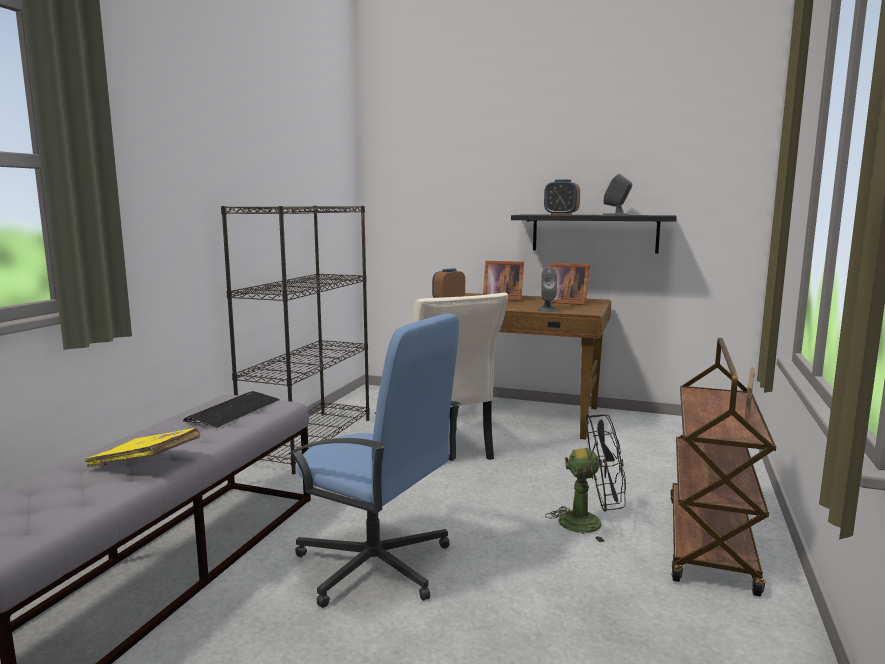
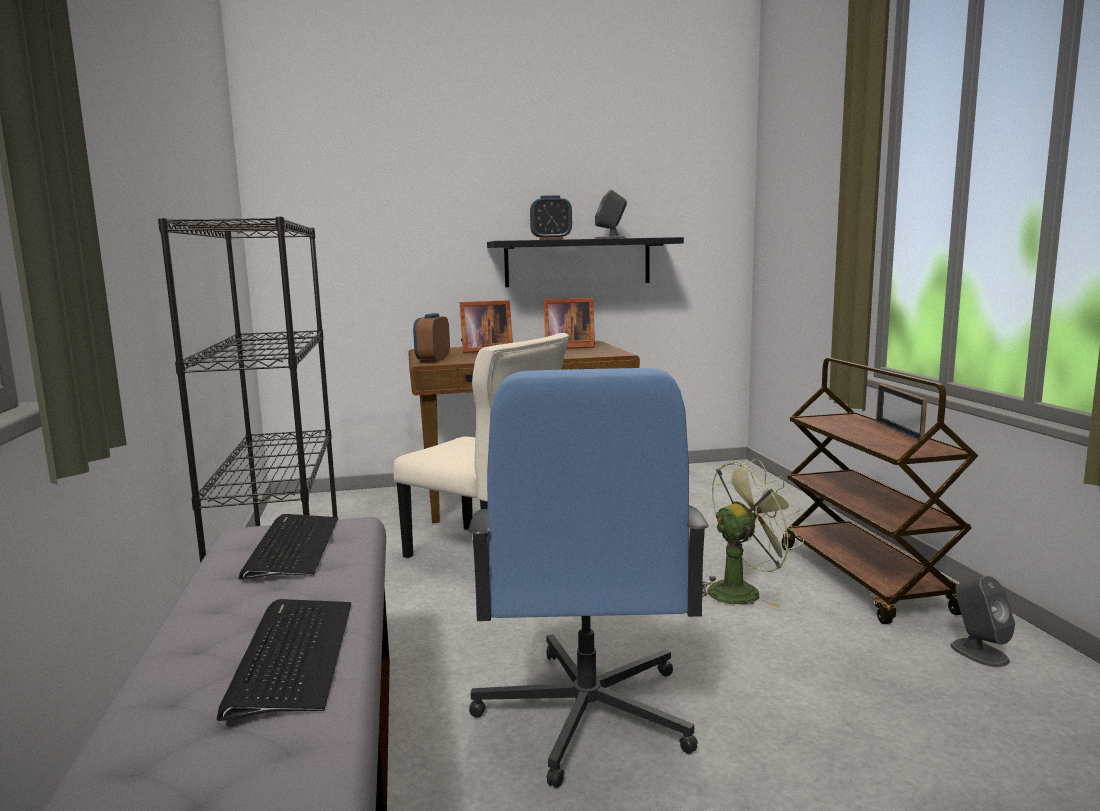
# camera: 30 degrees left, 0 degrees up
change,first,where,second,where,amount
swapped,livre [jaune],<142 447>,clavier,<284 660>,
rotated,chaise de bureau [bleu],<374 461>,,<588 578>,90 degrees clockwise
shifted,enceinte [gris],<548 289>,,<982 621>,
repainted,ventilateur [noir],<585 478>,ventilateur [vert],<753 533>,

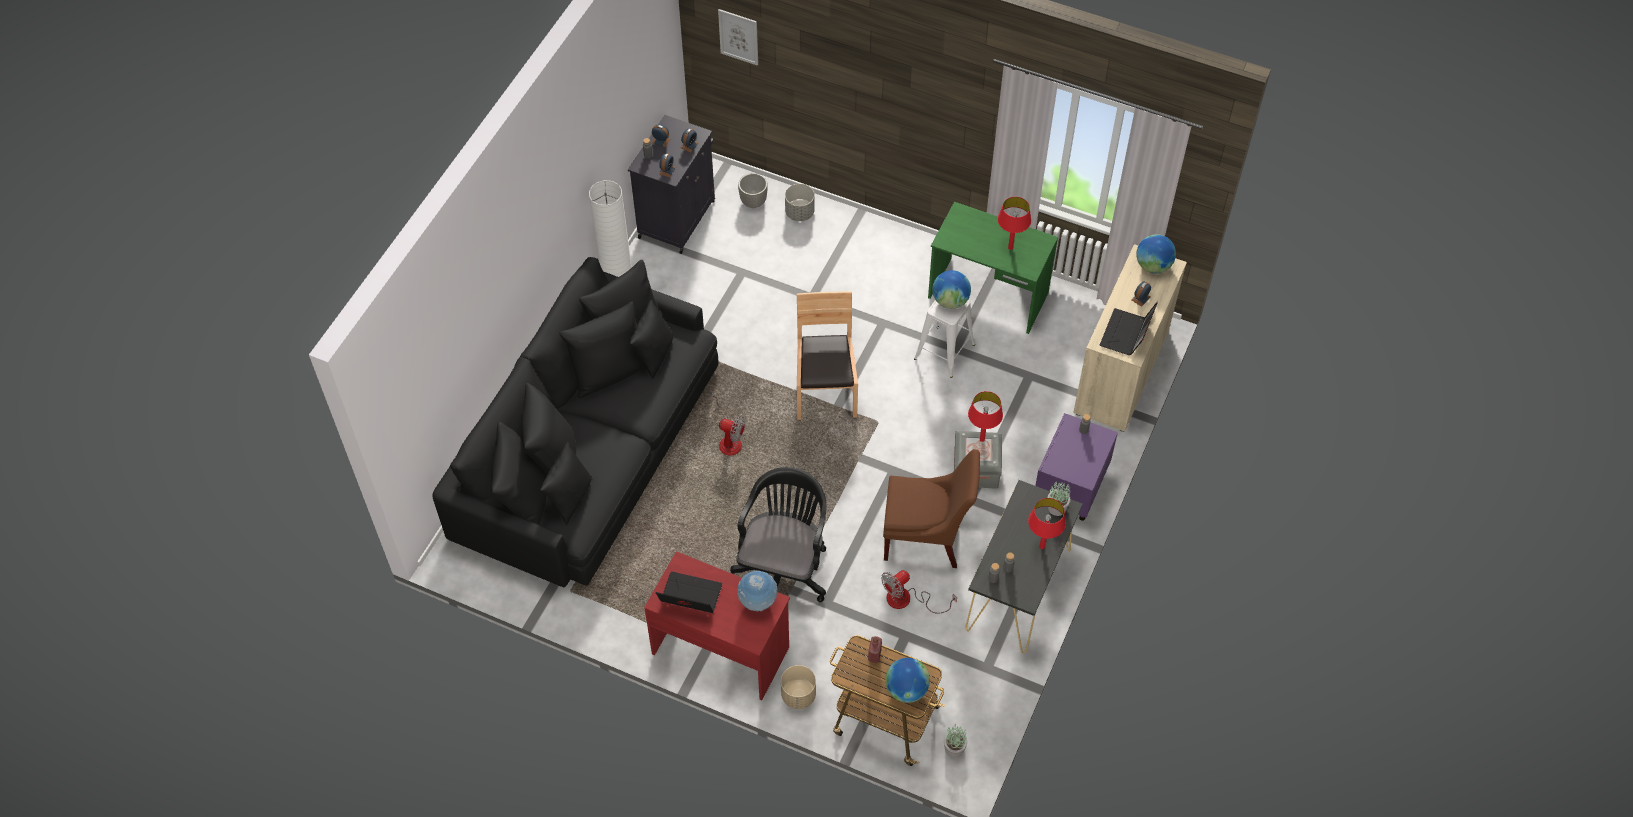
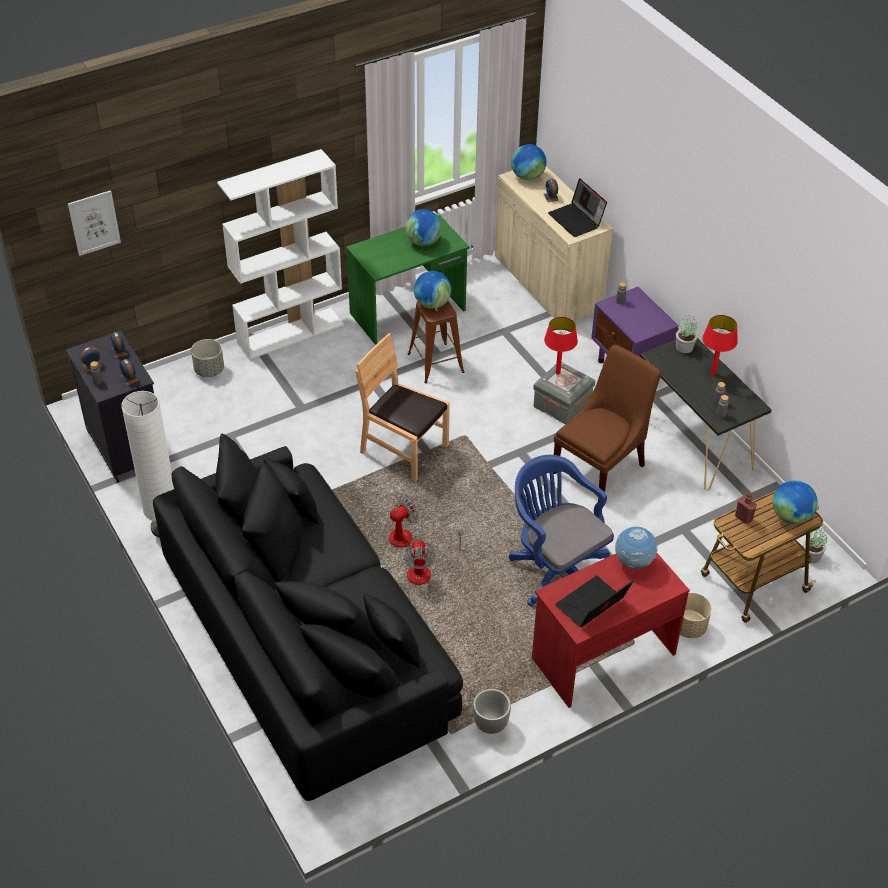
# camera: 55 degrees left, 10 degrees down
change,first,where,second,where,amount
repainted,chaise de bureau [noir],<778 534>,chaise de bureau [bleu],<561 530>,
shifted,cache-pot,<753 190>,,<492 711>,
shifted,ventilateur,<919 592>,,<433 557>,
repainted,tabouret [blanc],<944 339>,tabouret [marron],<436 342>,
swapped,lampe de table [rouge],<1014 223>,globe,<423 227>,
new,,,bibliothèque [blanc],<280 254>,

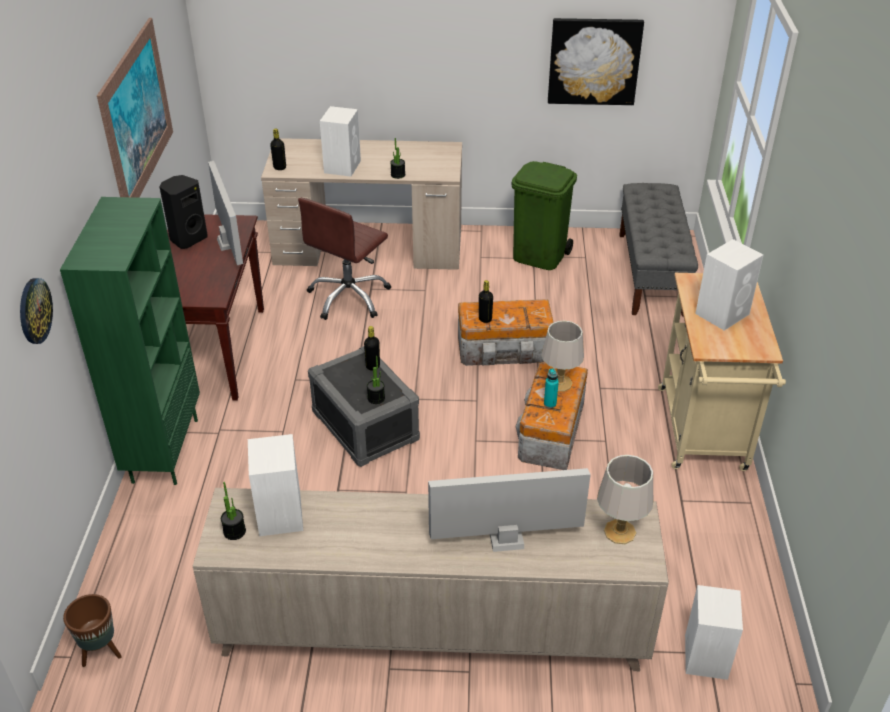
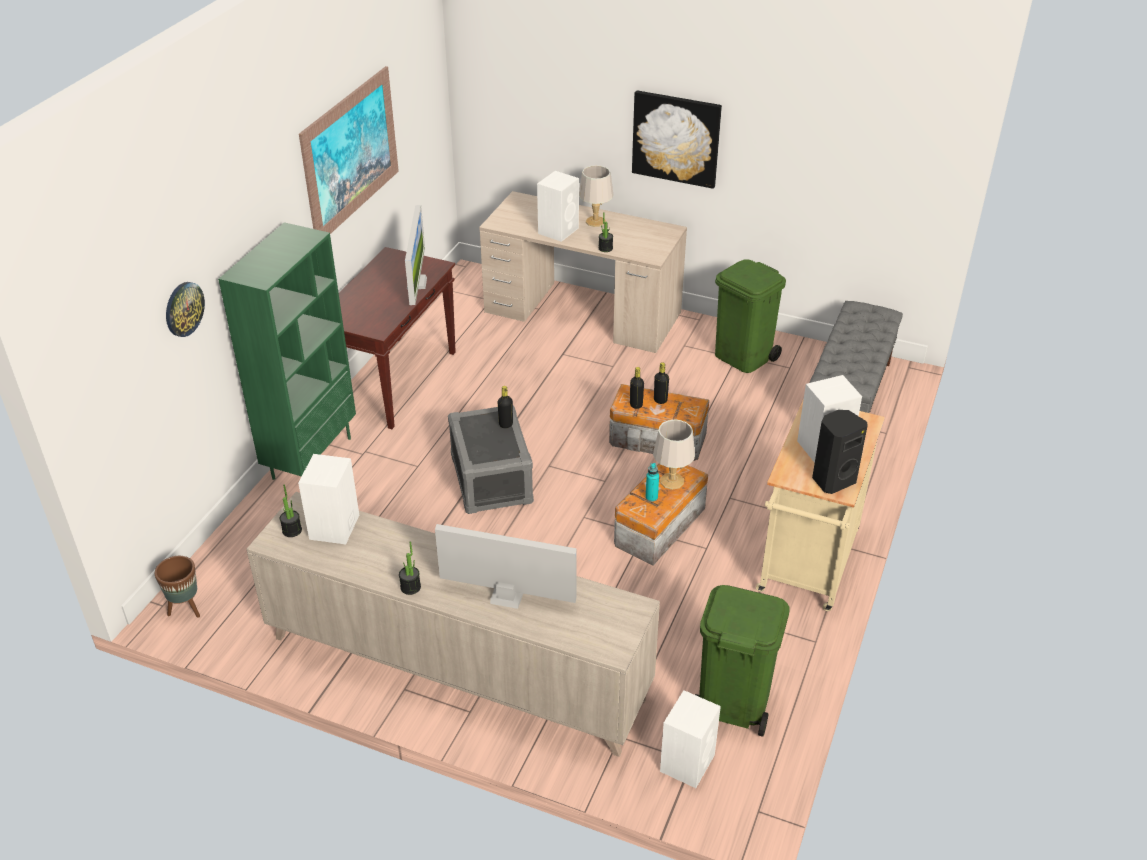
# camera: 20 degrees right, 0 degrees up
change,first,where,second,where,amount
shifted,enceinte [noir],<183 212>,,<839 452>,
shifted,bouteille [noir],<278 149>,,<661 383>,
gone,chaise de bureau [marron],<344 259>,,,
shifted,plante en pot,<376 380>,,<410 568>,
shifted,tableau,<596 61>,,<677 139>,
shifted,lampe de table [gris],<625 499>,,<596 196>,
new,,,poubelle [vert],<742 661>,

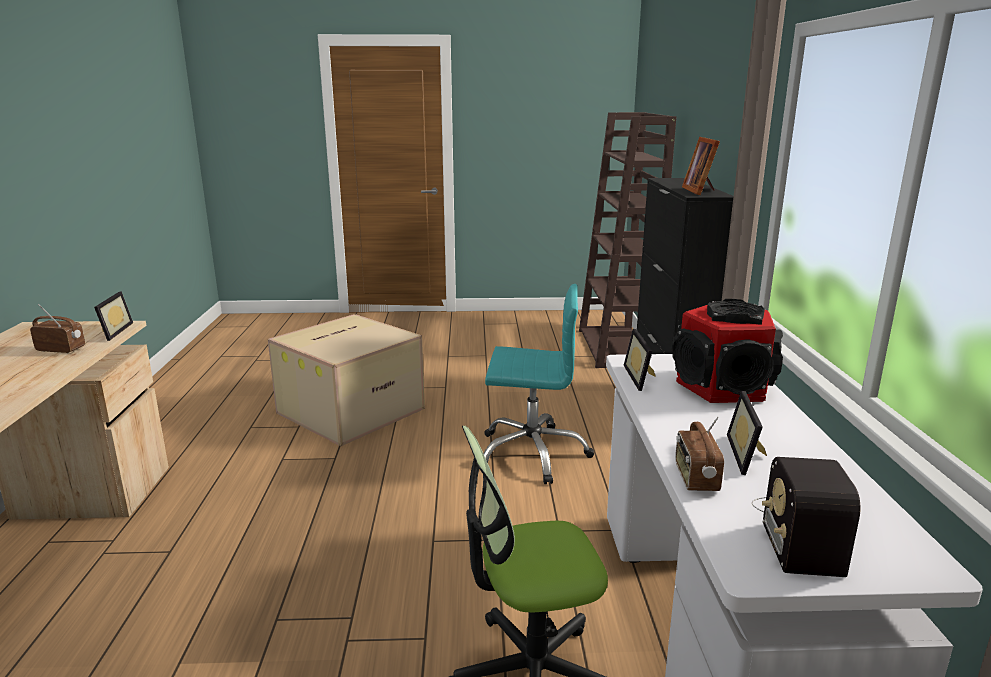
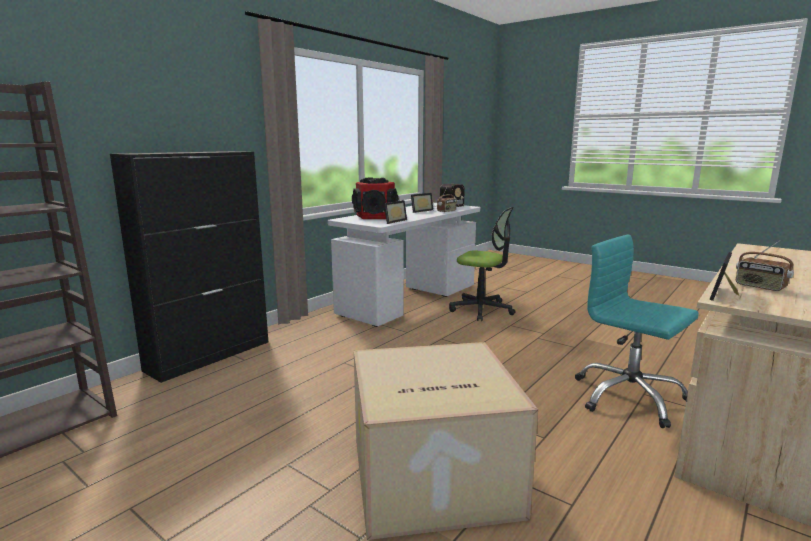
# camera: 140 degrees left, 5 degrees down
change,first,where,second,where,amount
shifted,chaise de bureau [turquoise],<538 384>,,<637 331>,
gone,cadre photo,<701 166>,,,

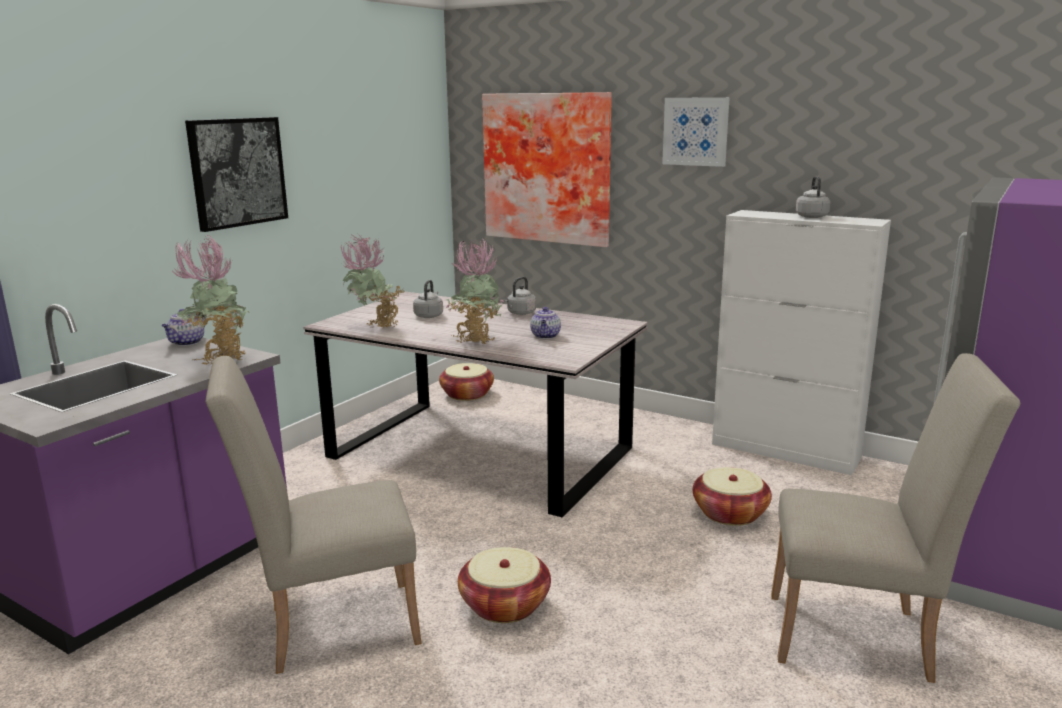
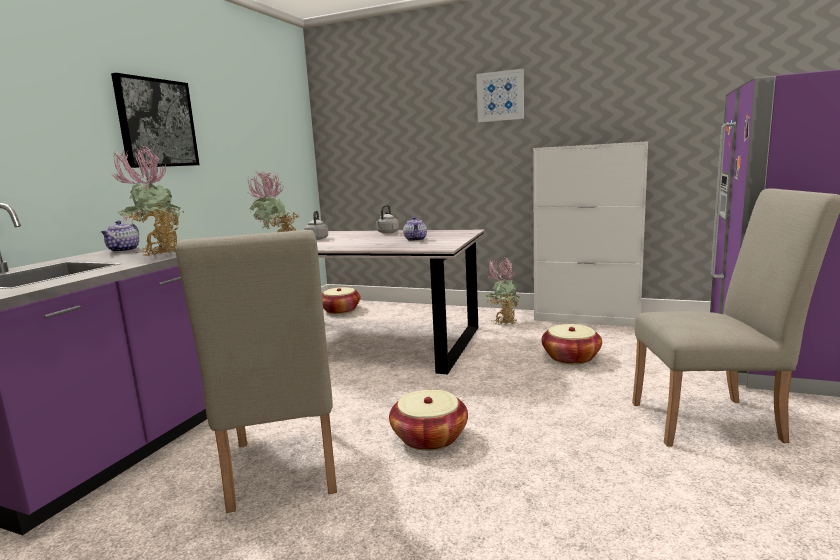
# camera: 10 degrees left, 5 degrees down
change,first,where,second,where,amount
rotated,chaise [beige],<314 515>,,<256 371>,75 degrees counterclockwise
shifted,plante en pot,<475 291>,,<503 290>,
gone,tableau,<547 169>,,,
gone,bouilloire [gris],<813 197>,,,

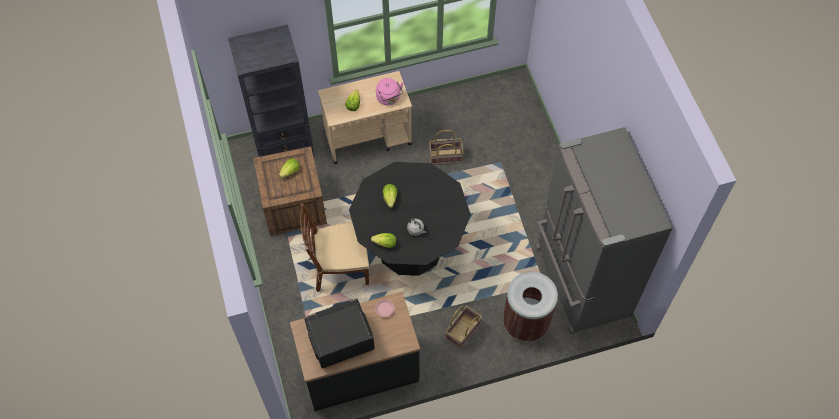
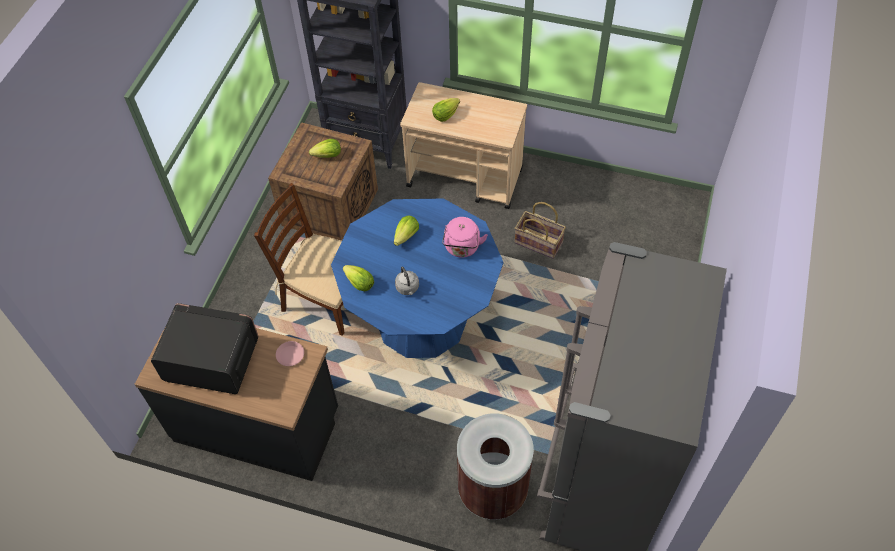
# camera: 35 degrees right, 5 degrees down
change,first,where,second,where,amount
repainted,table à manger [noir],<410 219>,table à manger [bleu],<417 278>,
shifted,bouilloire [rose],<389 91>,,<465 237>,
gone,panier,<463 327>,,,

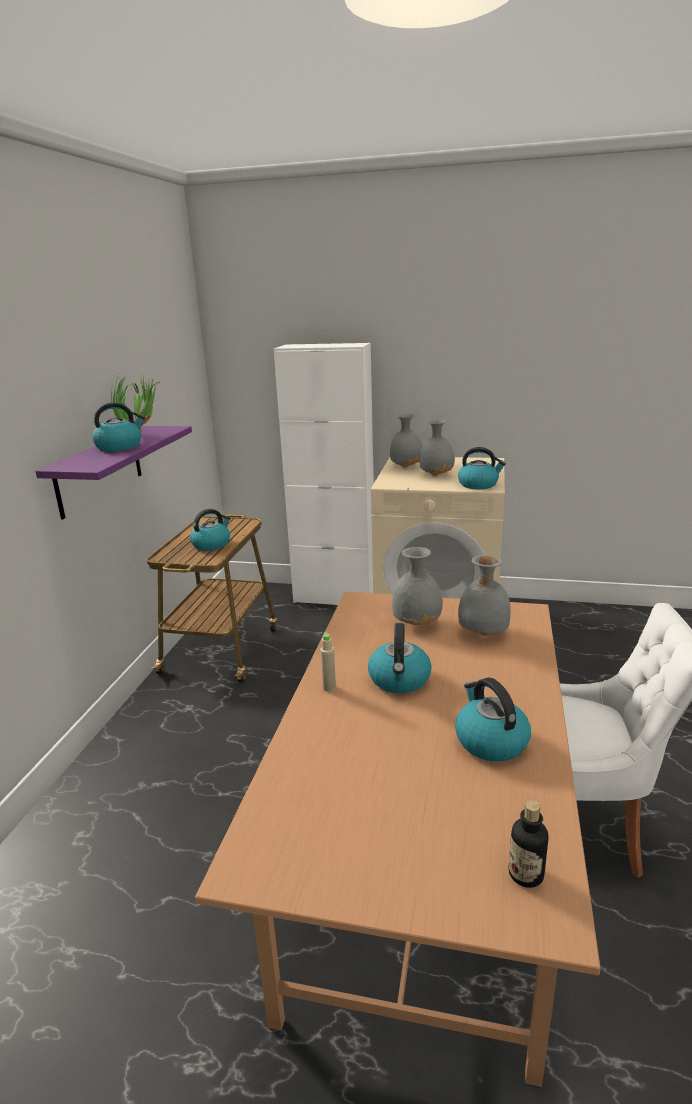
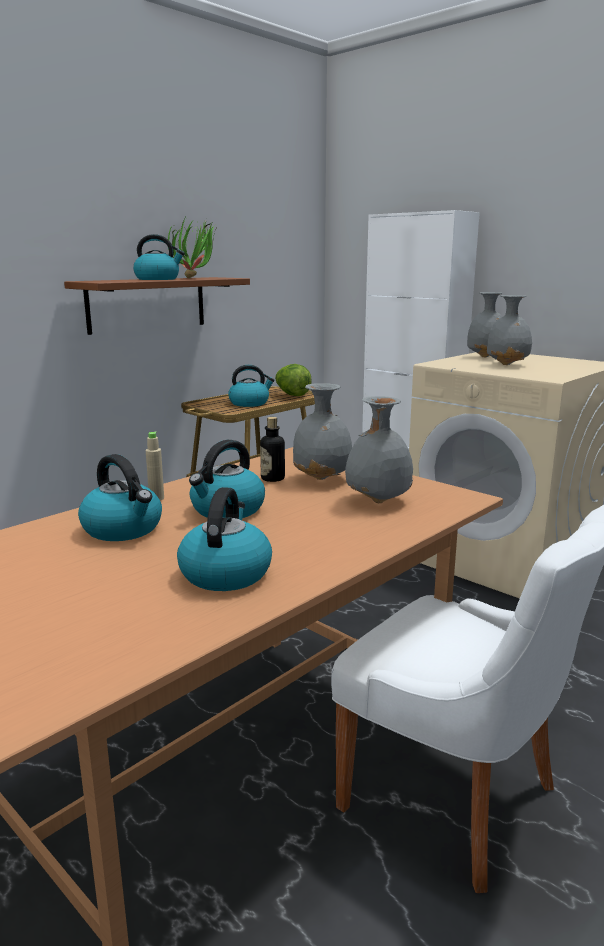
# camera: 30 degrees right, 5 degrees down
change,first,where,second,where,amount
repainted,étagère [violet],<113 472>,étagère [marron],<157 306>,
shifted,bouilloire,<482 468>,,<120 497>,
shifted,bouteille,<529 844>,,<272 449>,
new,,,laitue,<293 380>,

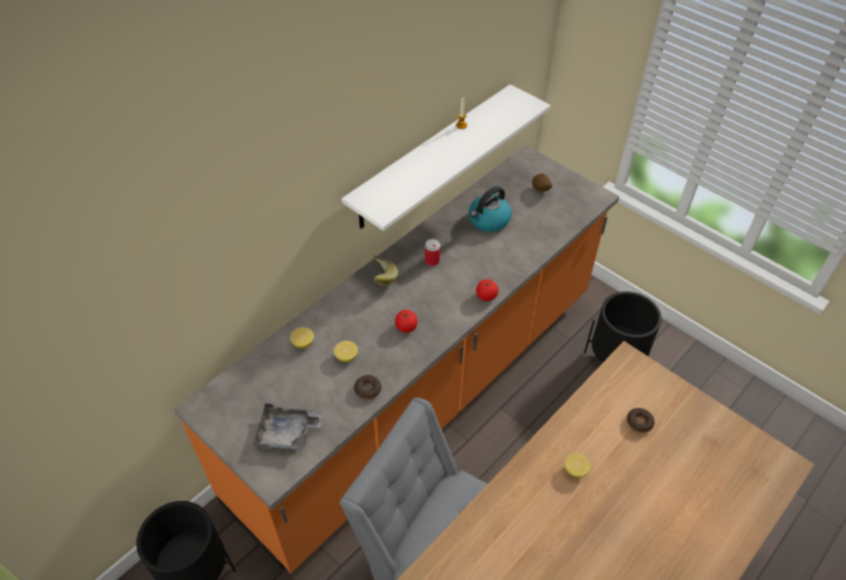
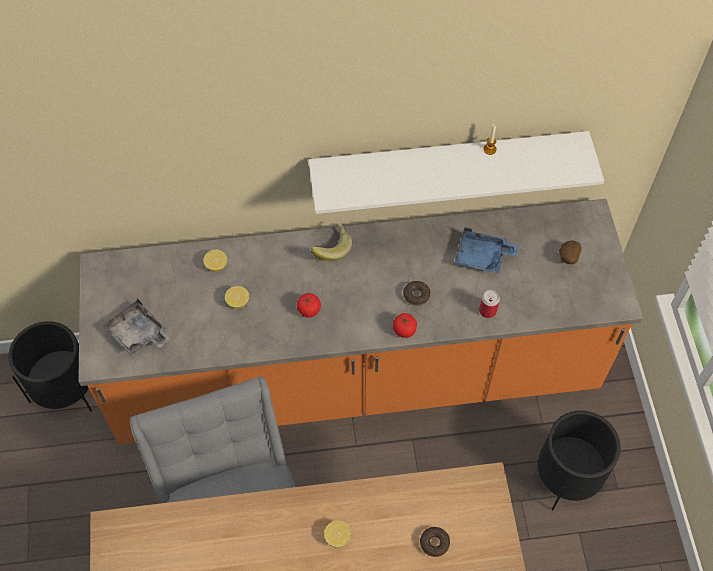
# camera: 40 degrees right, 10 degrees up
change,first,where,second,where,amount
shifted,beignet,<367 387>,,<416 293>,
shifted,boîte métallique,<433 252>,,<489 304>,
swapped,bouilloire,<490 209>,plateau [bleu],<486 250>,

